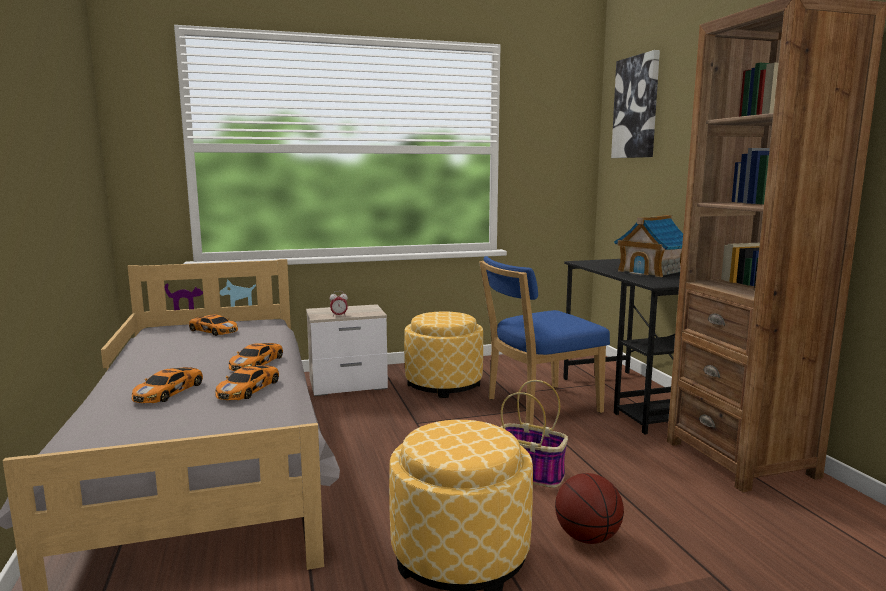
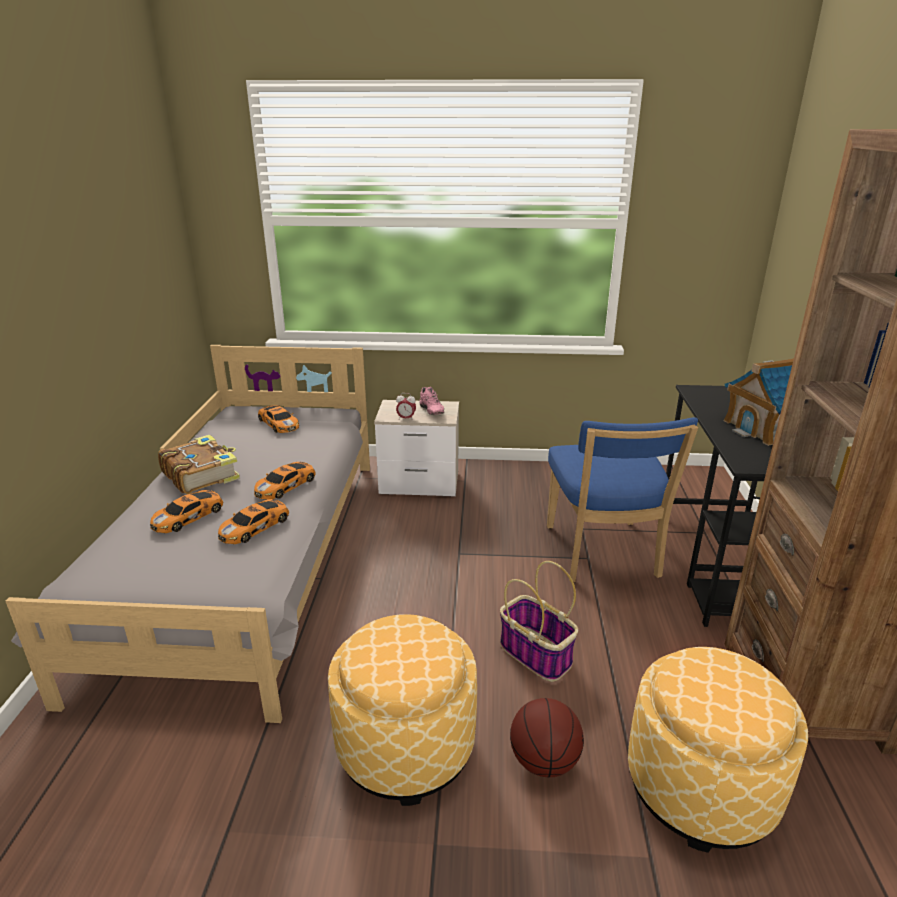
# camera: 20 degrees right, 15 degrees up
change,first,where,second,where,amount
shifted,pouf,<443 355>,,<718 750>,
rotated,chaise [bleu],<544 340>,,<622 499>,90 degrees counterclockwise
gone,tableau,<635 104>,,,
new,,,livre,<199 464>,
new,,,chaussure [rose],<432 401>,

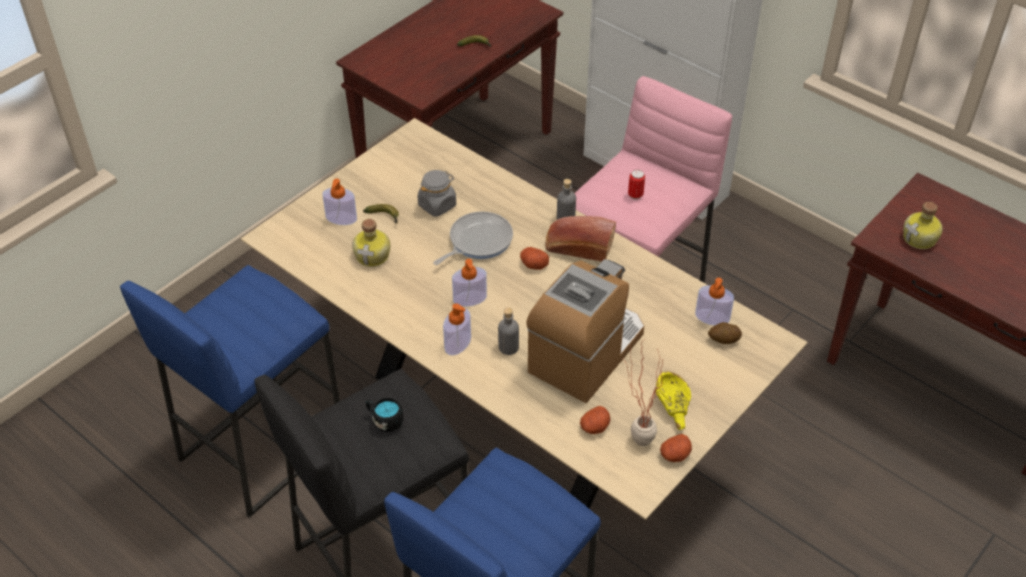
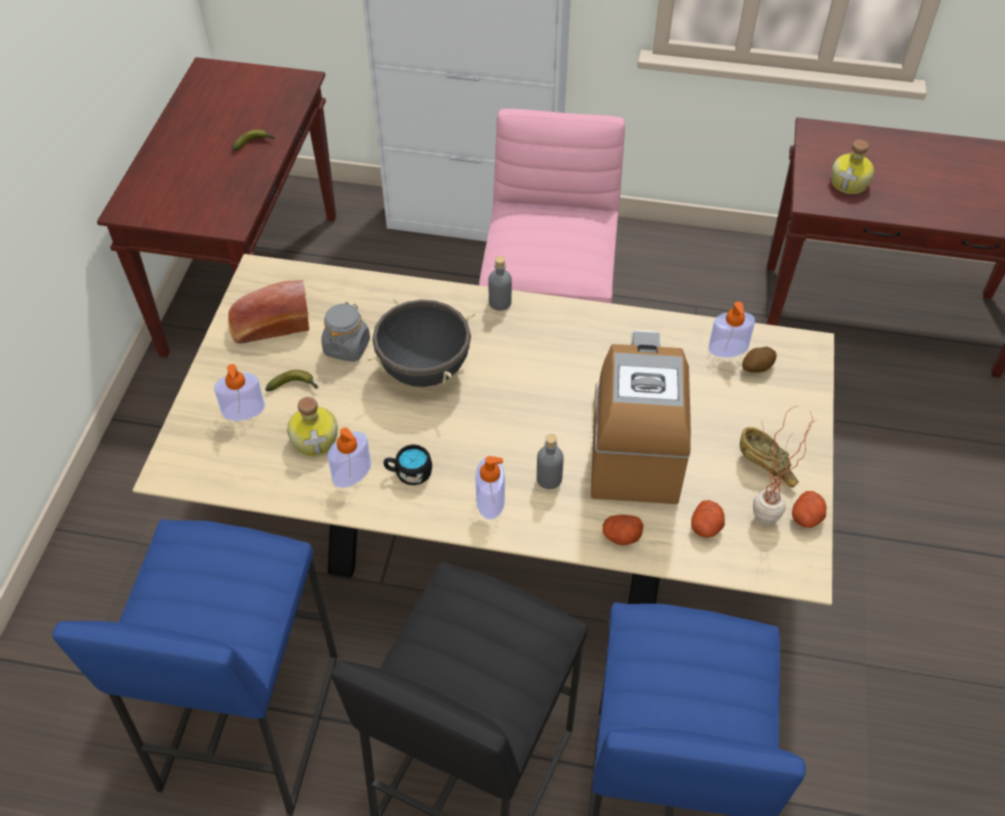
# camera: 30 degrees left, 5 degrees up
change,first,where,second,where,amount
shifted,mug [noir],<384 414>,,<407 464>,
swapped,poêle,<473 238>,marmite [noir],<420 342>,
shifted,distributeur de savon,<469 283>,,<349 458>,
shifted,pomme de terre,<534 258>,,<623 530>,
shifted,pain,<580 239>,,<268 312>,
gone,boîte métallique,<636 185>,,,
repainted,bol [jaune],<673 401>,bol [marron],<769 457>,

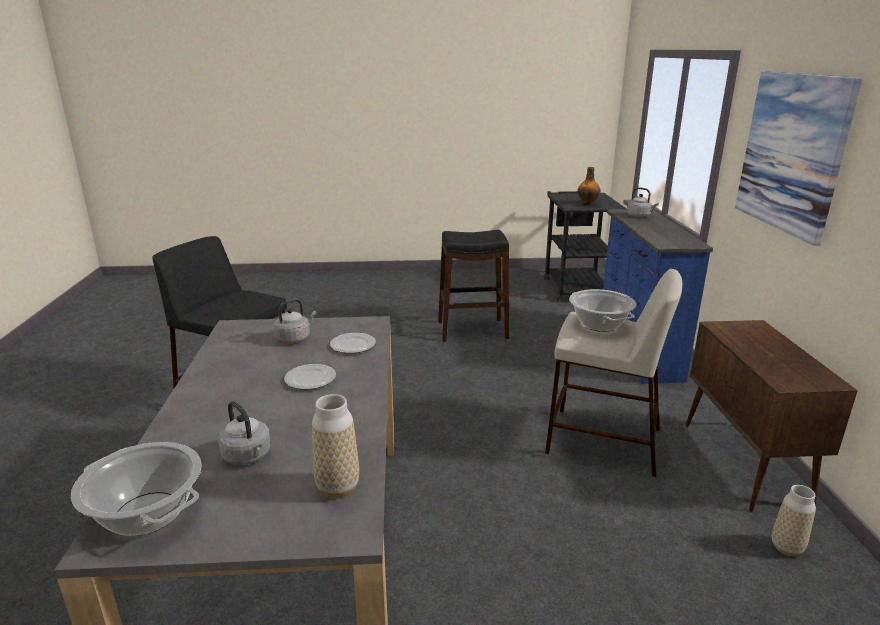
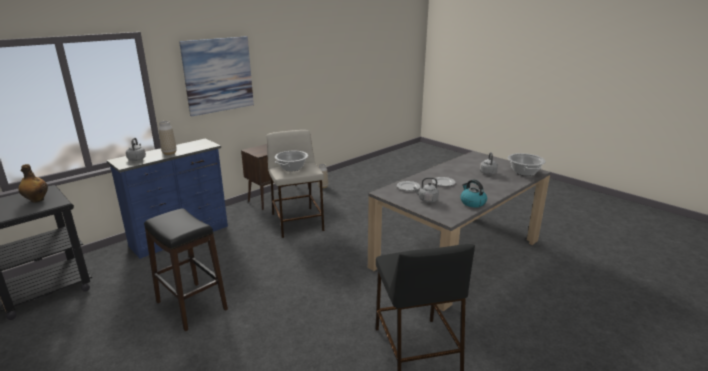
# camera: 130 degrees left, 0 degrees up
change,first,where,second,where,amount
shifted,vase,<335 446>,,<168 138>,
new,,,bouilloire,<473 193>,

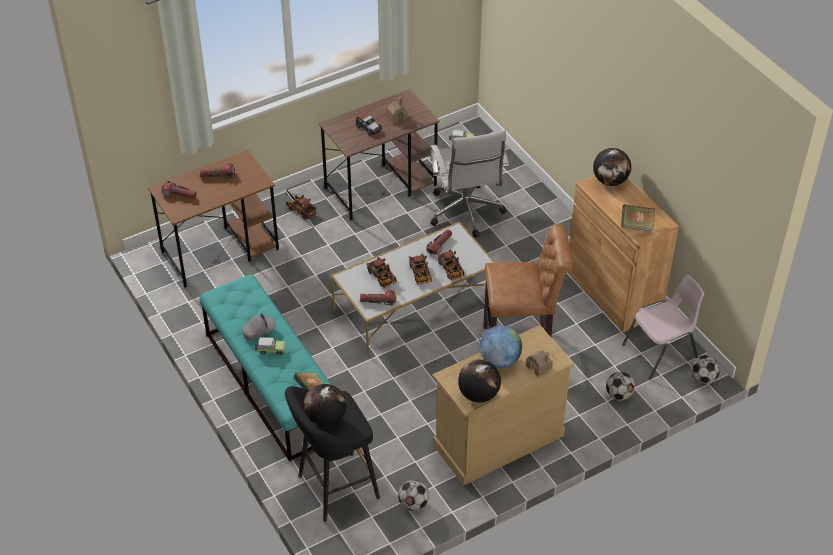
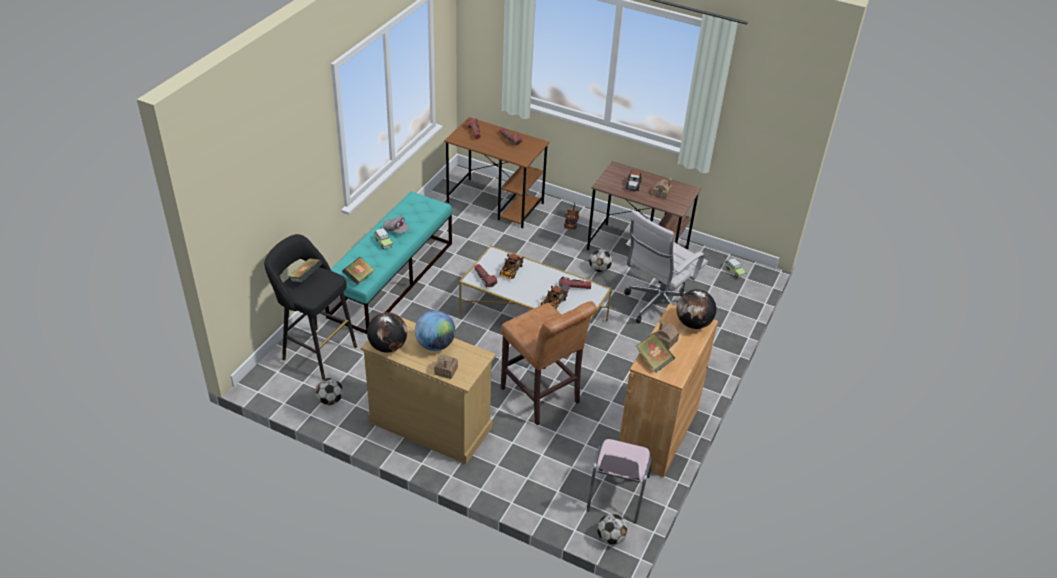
# camera: 55 degrees right, 5 degrees down
change,first,where,second,where,amount
swapped,globe,<324 405>,livre,<305 270>,
gone,camion jouet,<420 268>,,,
shifted,ballon de foot,<620 386>,,<600 260>,
rotated,chaise [rose],<663 327>,,<620 481>,75 degrees clockwise
new,,,maison miniature,<667 335>,

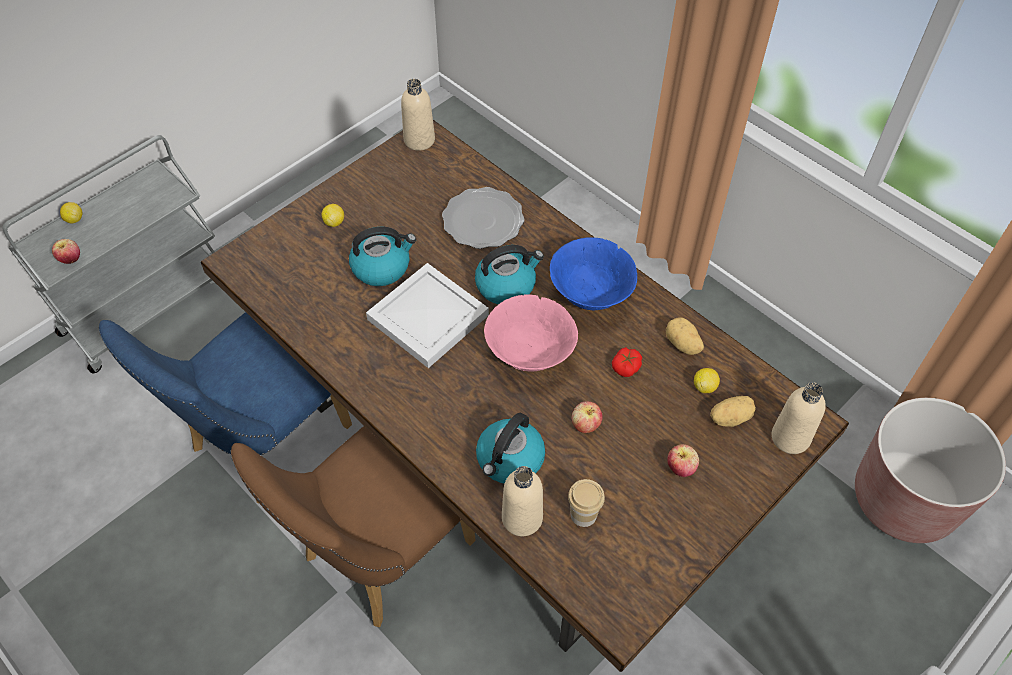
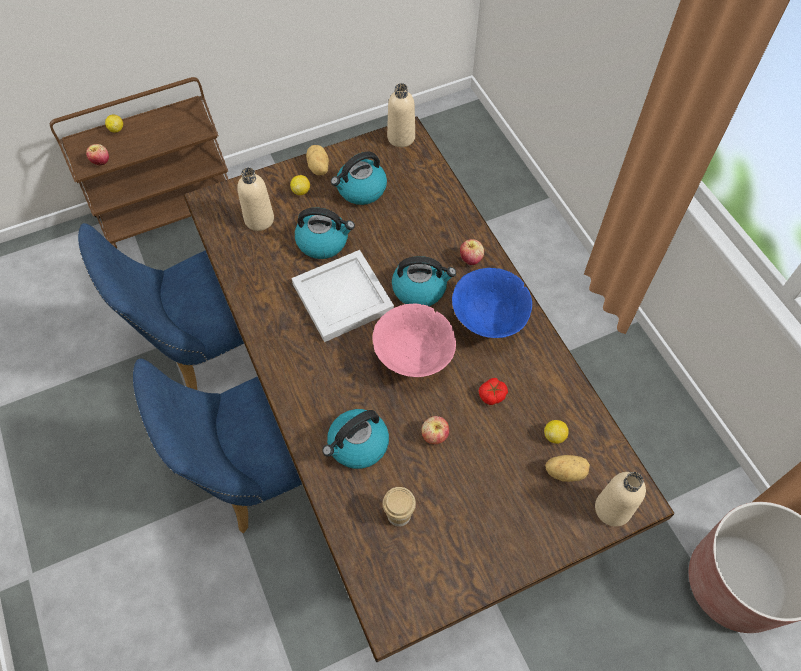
# camera: 20 degrees right, 5 degrees up
change,first,where,second,where,amount
repainted,chariot [gris],<108 254>,chariot [marron],<139 163>,
repainted,chaise [marron],<353 526>,chaise [bleu],<217 445>,
gone,assiette,<483 218>,,,
shifted,bouteille [beige],<522 501>,,<255 199>,
shifted,pomme de terre,<685 336>,,<317 160>,
shifted,pomme,<683 460>,,<472 252>,
new,,,bouilloire,<359 178>,

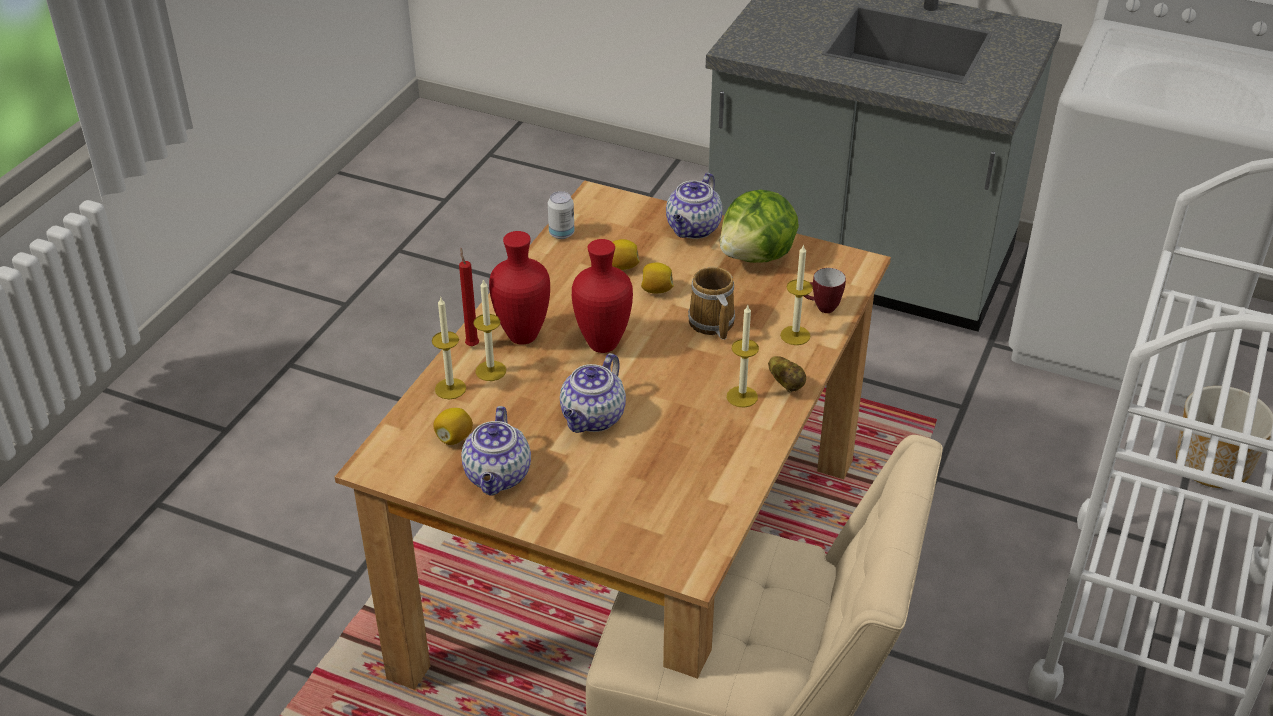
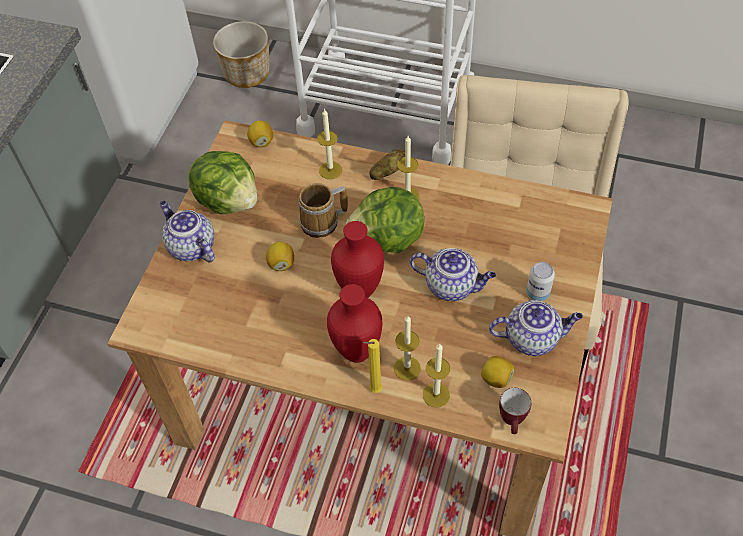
# camera: 95 degrees left, 15 degrees up
change,first,where,second,where,amount
repainted,bougie [rouge],<469 297>,bougie [jaune],<372 366>,
shifted,boîte métallique,<561 215>,,<540 281>,
shifted,citron,<626 254>,,<260 133>,
rotated,théière,<694 206>,,<187 231>,150 degrees counterclockwise
shifted,mug,<825 290>,,<515 411>,
new,,,laitue,<385 220>,

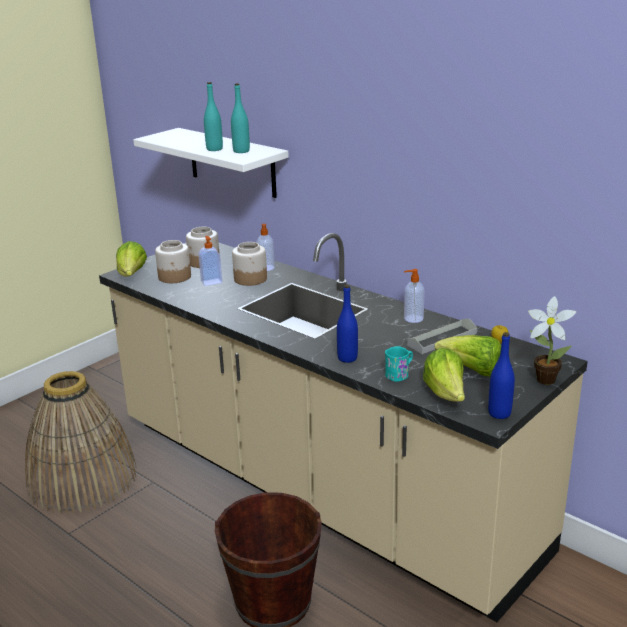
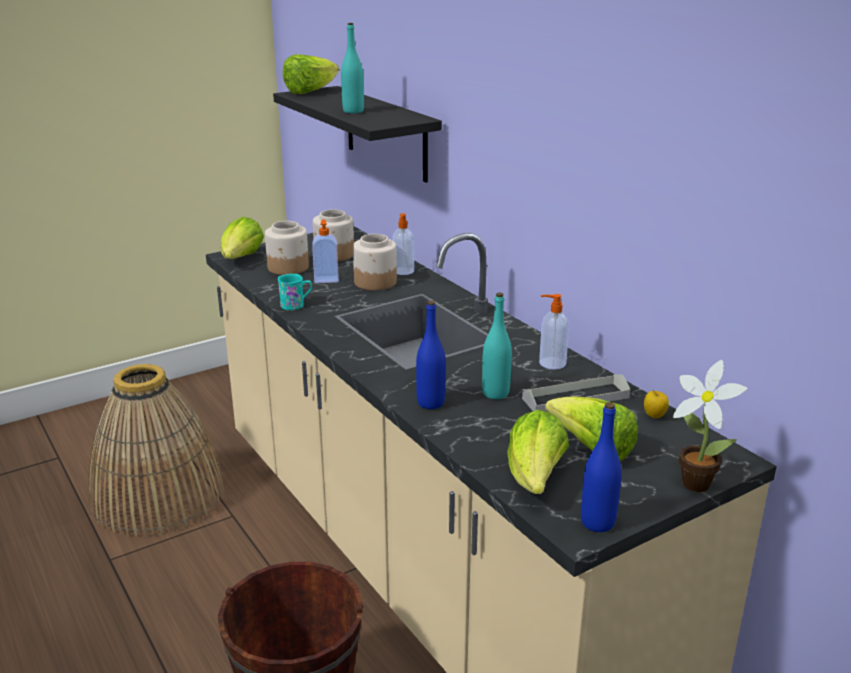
# camera: 15 degrees right, 0 degrees up
change,first,where,second,where,amount
repainted,étagère [blanc],<211 163>,étagère [noir],<357 134>,
shifted,bouteille [turquoise],<240 118>,,<497 345>,
shifted,mug [turquoise],<399 364>,,<295 292>,
new,,,laitue,<311 74>,

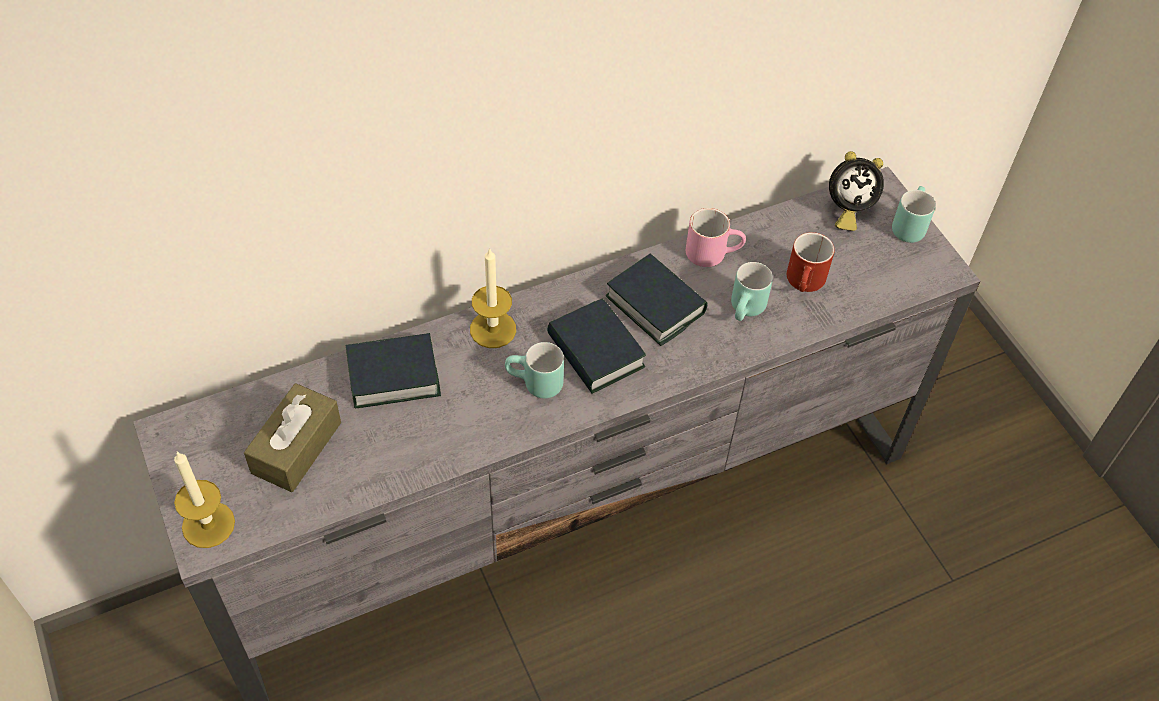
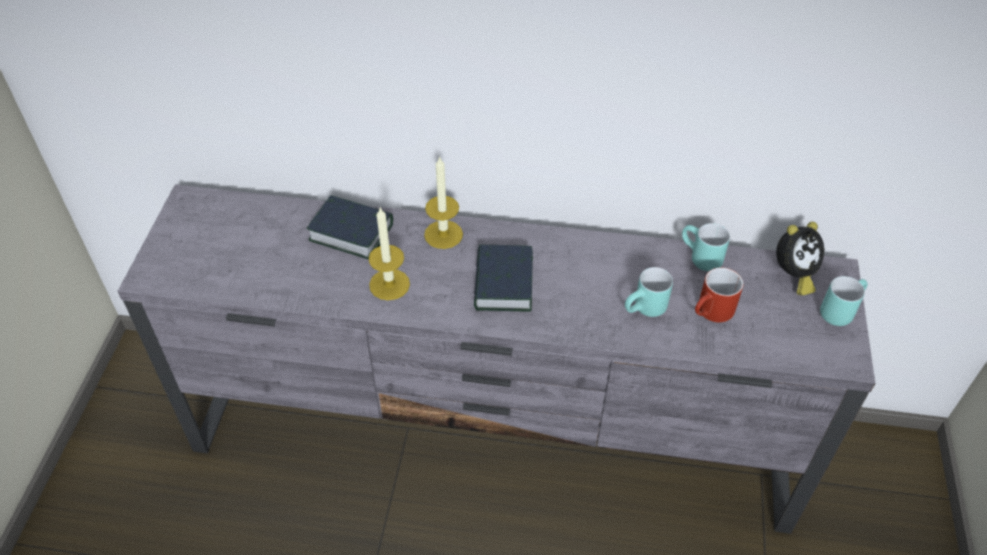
# camera: 35 degrees right, 5 degrees down
change,first,where,second,where,amount
shifted,bougie,<204 500>,,<389 253>,
gone,boîte à mouchoirs [marron],<292 437>,,,
shifted,mug [turquoise],<534 370>,,<706 247>,
gone,livre,<657 299>,,,
gone,mug [rose],<716 237>,,,
rotated,réveil,<856 191>,,<800 259>,60 degrees counterclockwise

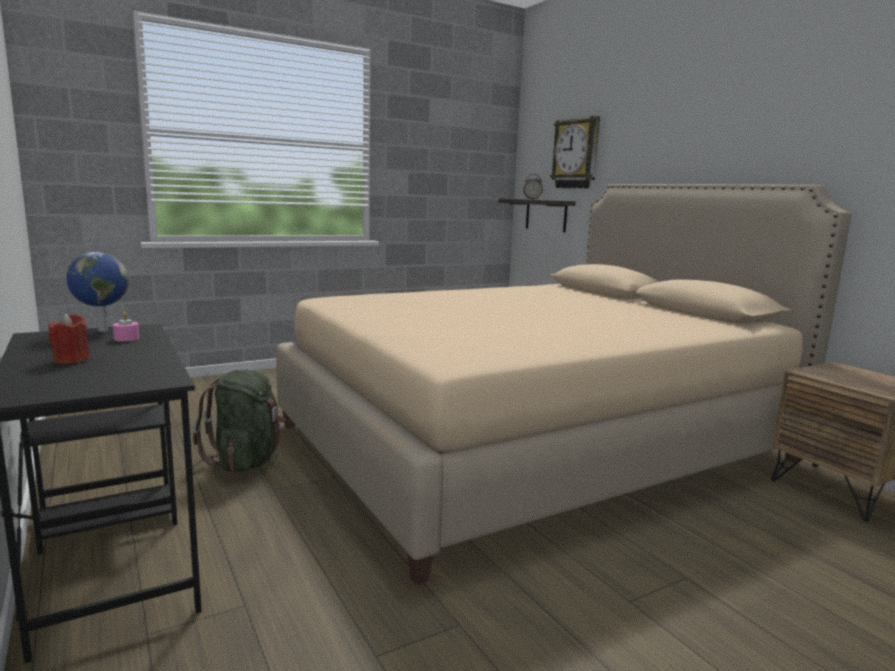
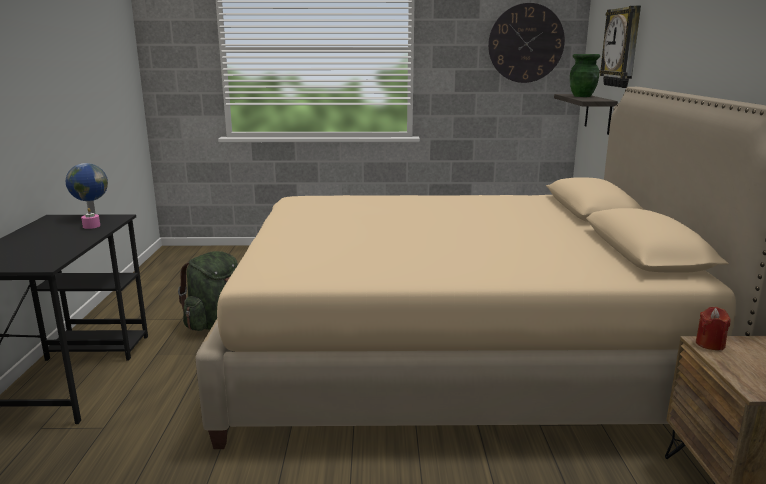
# camera: 30 degrees right, 5 degrees up
change,first,where,second,where,amount
shifted,bougie [rouge],<69 338>,,<713 328>,
swapped,réveil,<533 186>,vase [vert],<585 75>,
new,,,horloge murale,<526 43>,

